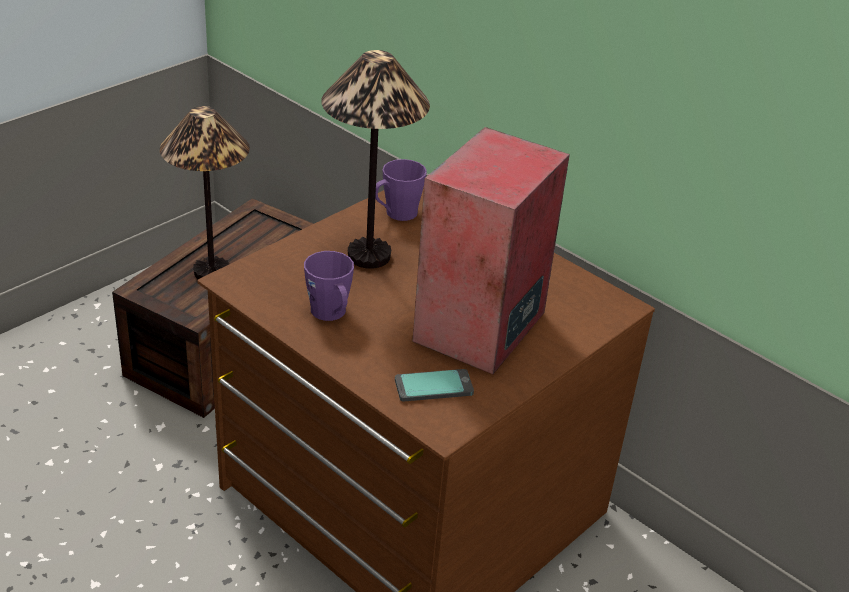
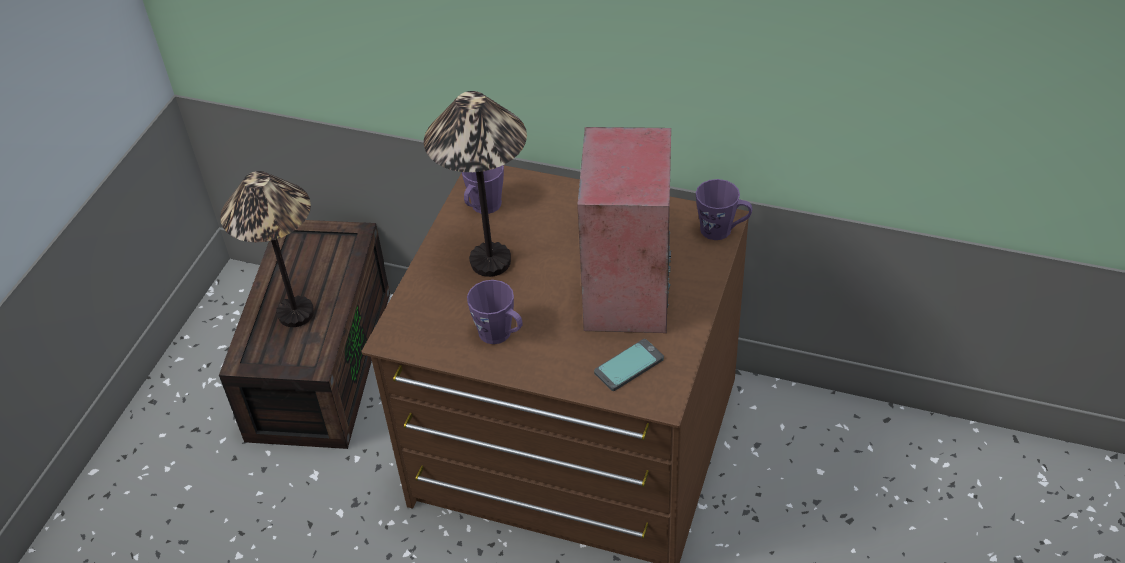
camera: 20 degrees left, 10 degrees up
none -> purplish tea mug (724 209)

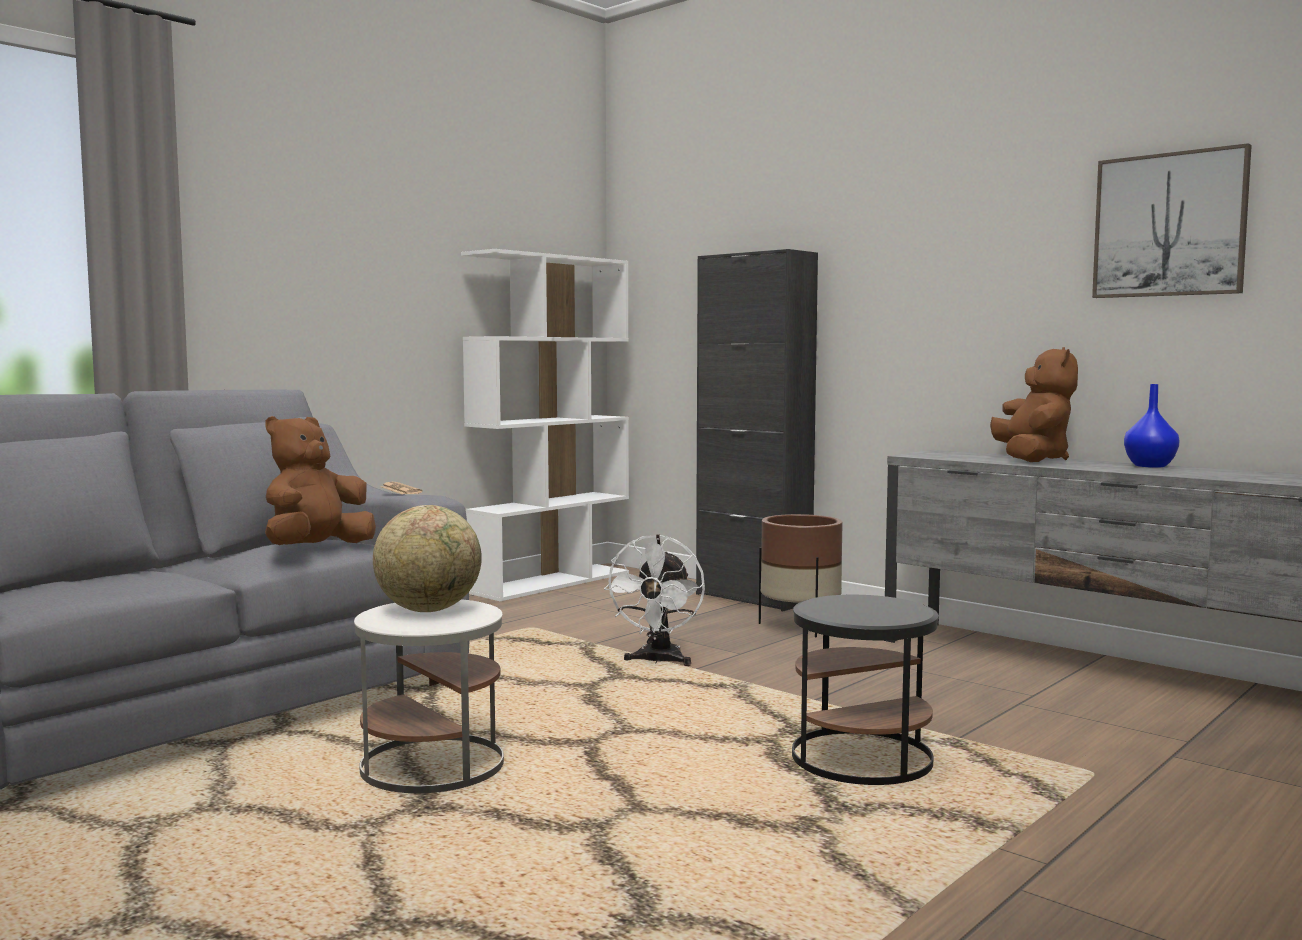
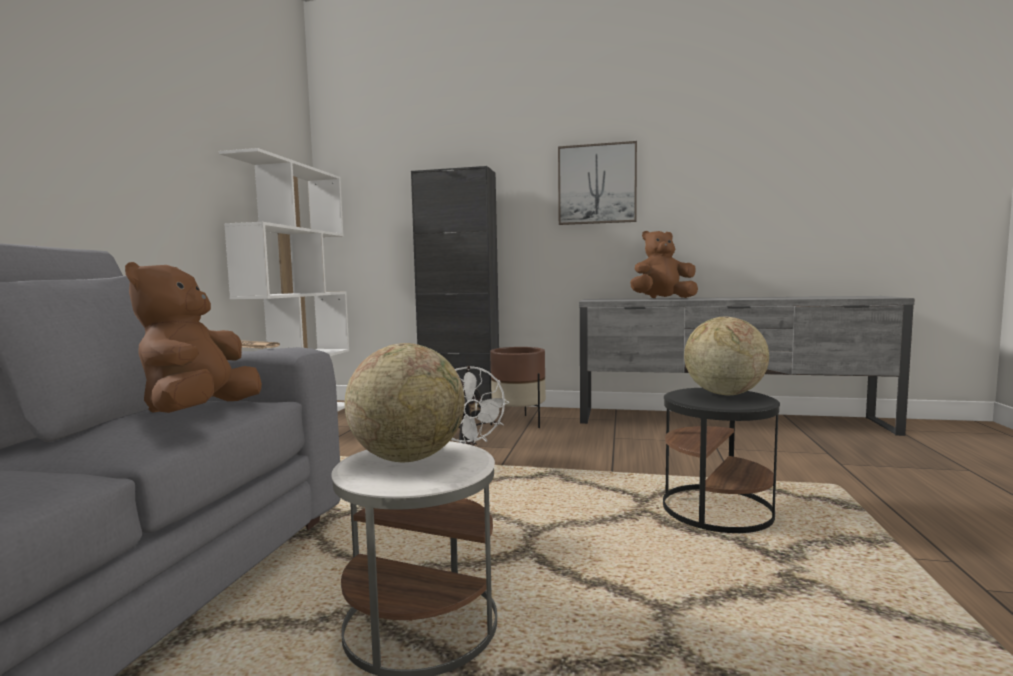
camera: 30 degrees left, 0 degrees up
picture (1172 220) -> picture (597 183), move
brown-coloured plush toy (1034 404) -> brown-coloured plush toy (664 264), 75 degrees counterclockwise
bluish decorative vase (1152 426) -> none
none -> desk globe (726 356)

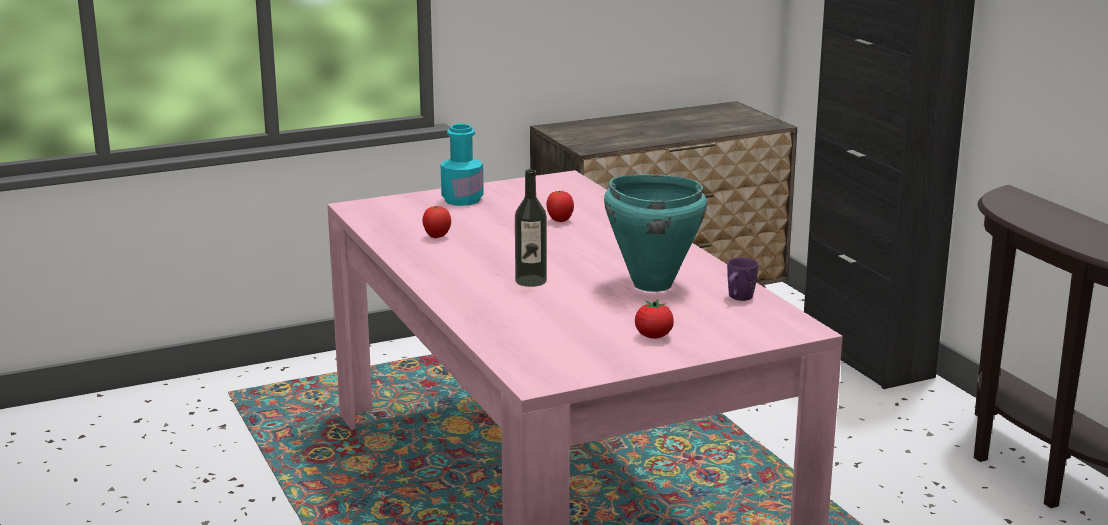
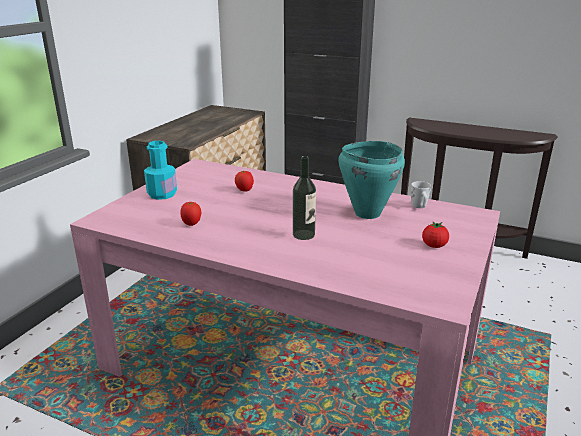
camera: 40 degrees left, 5 degrees up
purplish tea mug (743 279) -> white-coloured tea mug (421 194)

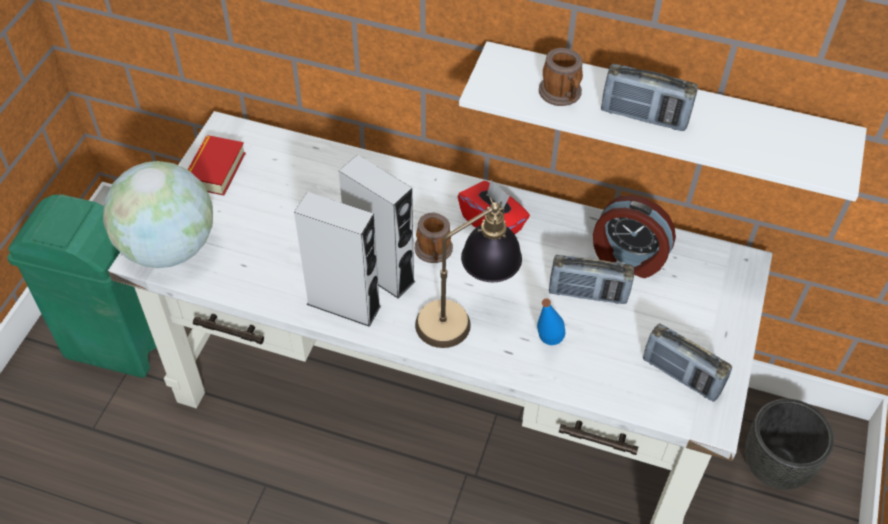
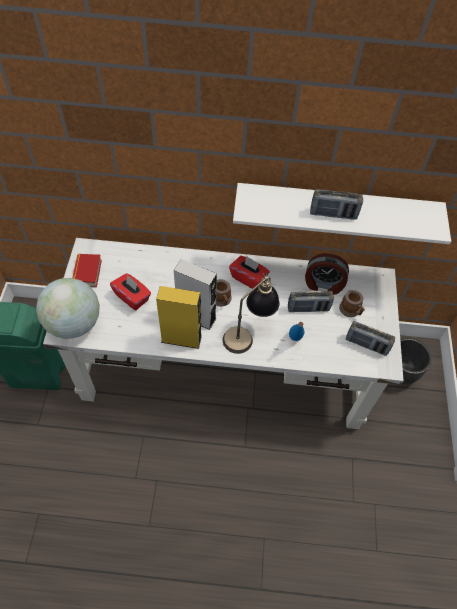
camera: 15 degrees left, 5 degrees up
tea mug (561 77) -> tea mug (352 303), move
grey audio speaker (337 259) -> yellowish audio speaker (179 317)
none -> red tissue holder (130 292)

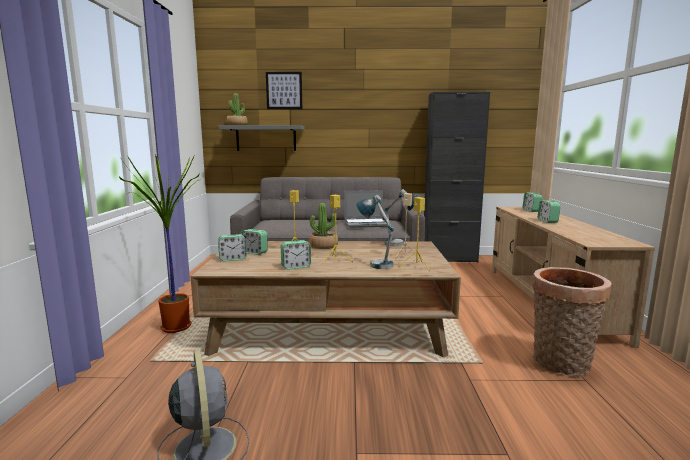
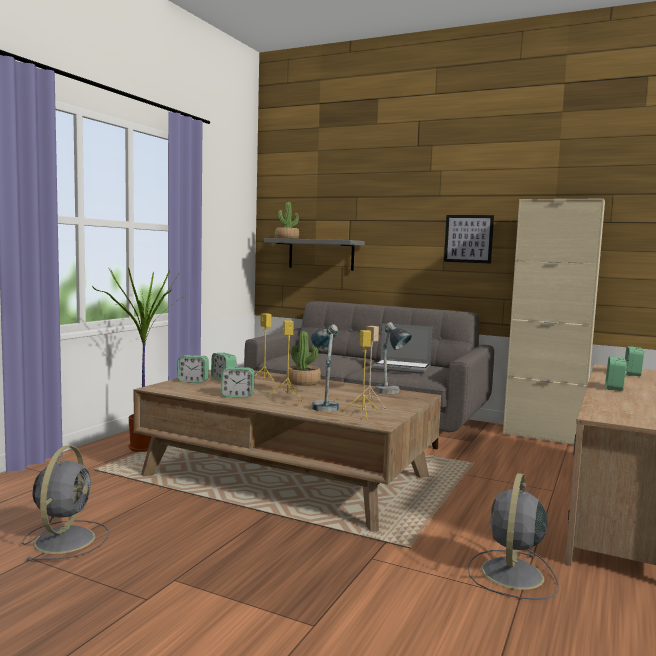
camera: 25 degrees right, 5 degrees down
picture (284 90) -> picture (469 239), move
blackish cabinet (457 177) -> beige cabinet (554 321)
storage basket (571 321) -> grey cooling fan (513 536)

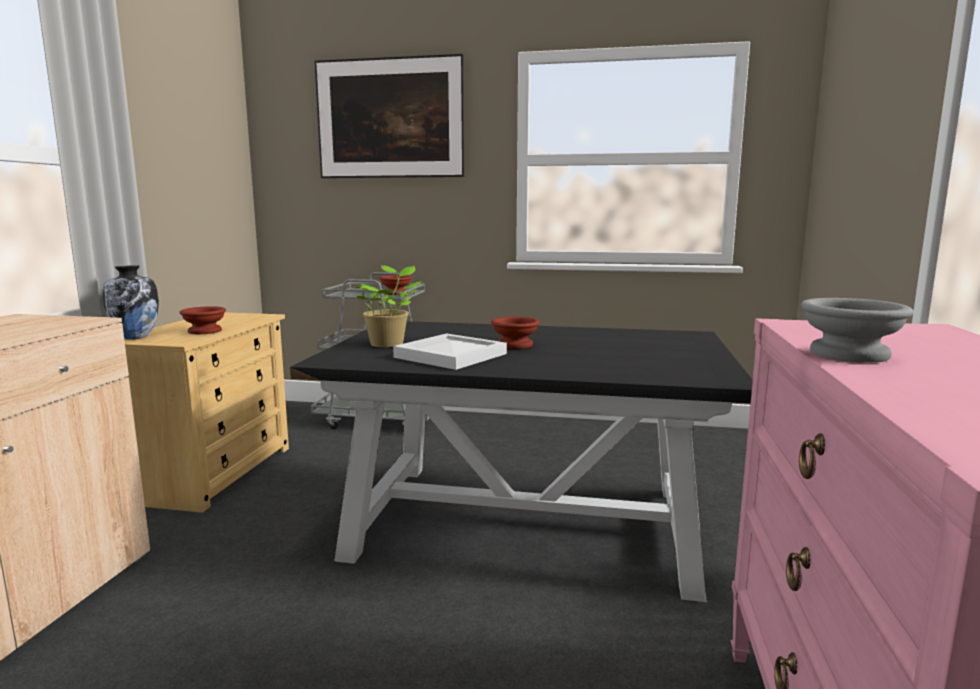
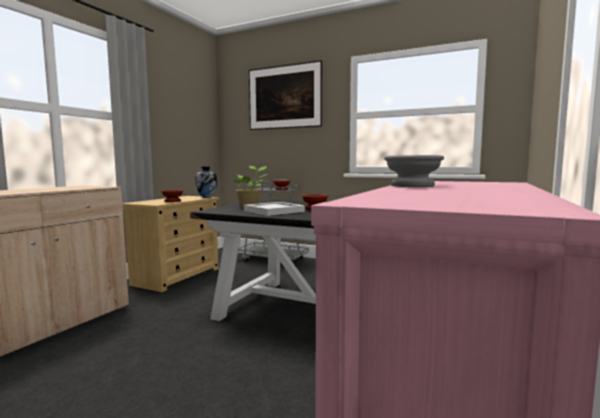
camera: 15 degrees right, 5 degrees down
decorative vase (130 302) -> decorative vase (206 182), move

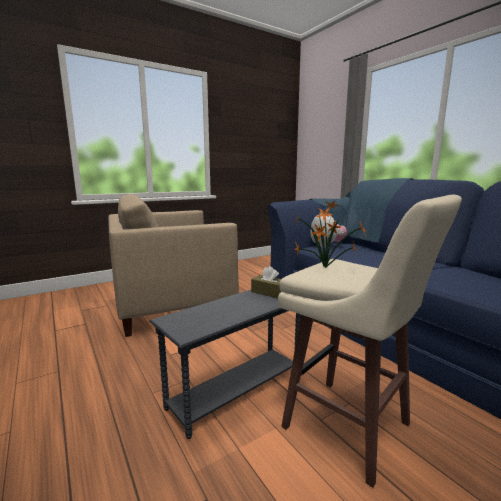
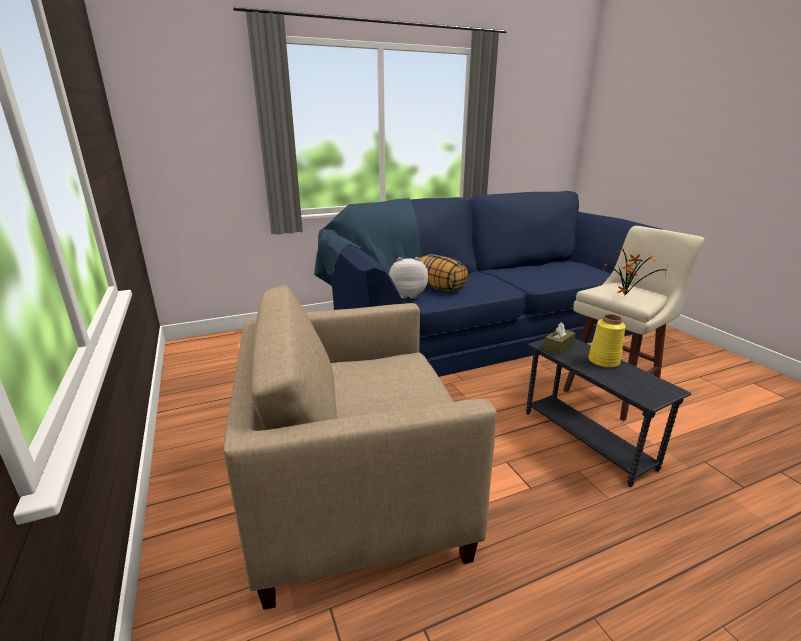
camera: 80 degrees left, 10 degrees up
beige lounge chair (173 265) -> beige lounge chair (360 447), 90 degrees clockwise
none -> throw pillow (444 273)
none -> yellowish decorative vase (607 341)

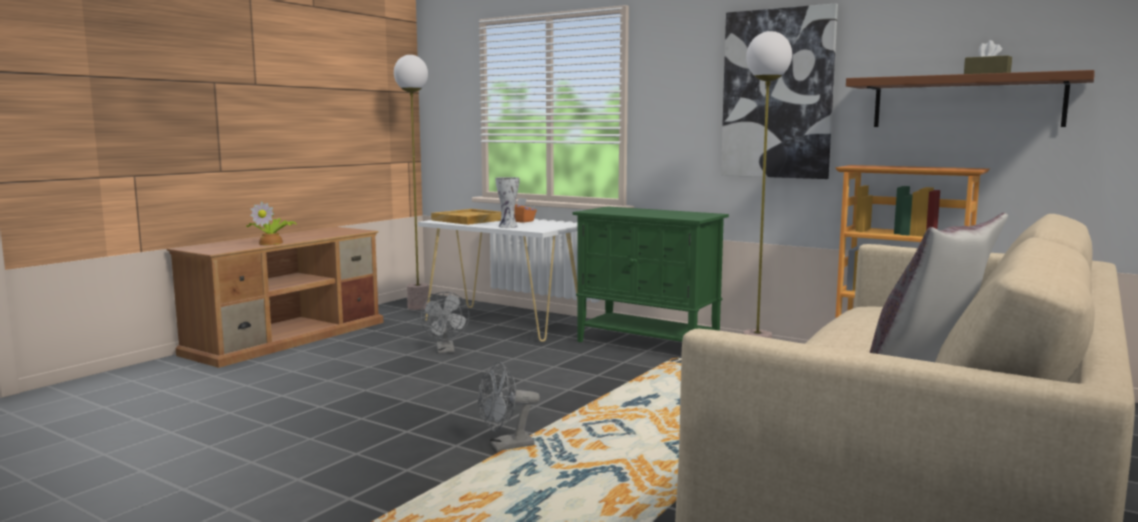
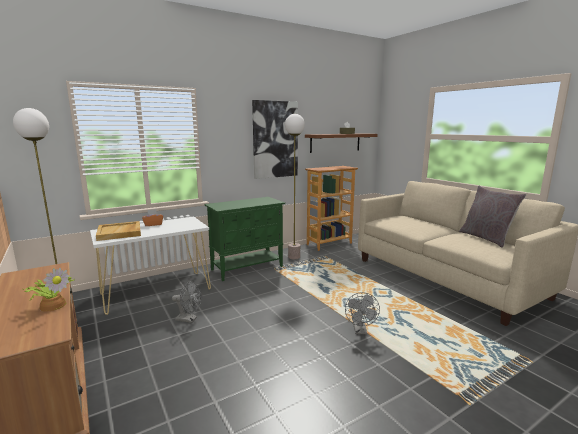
camera: 65 degrees left, 5 degrees up
decorative vase (507 202) -> none

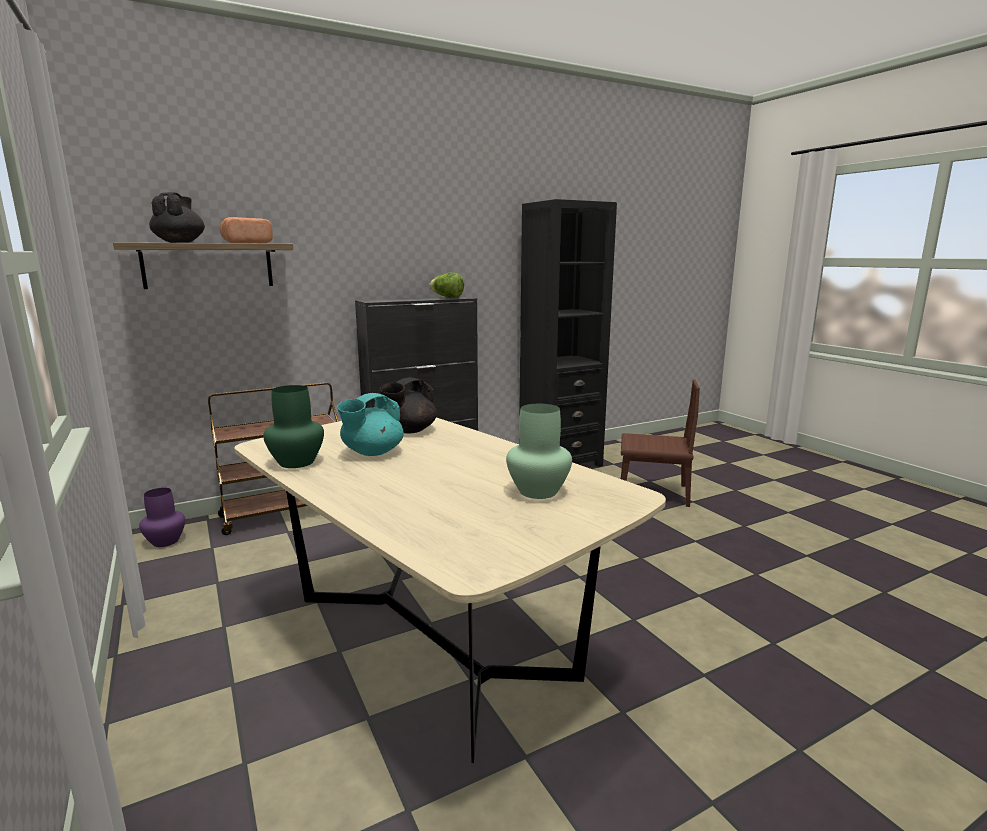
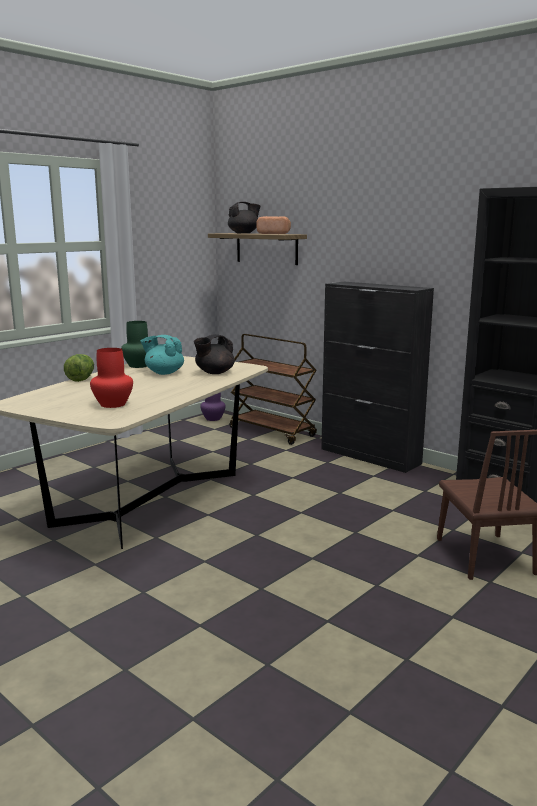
camera: 70 degrees right, 0 degrees up
lettuce head (446 285) -> lettuce head (79 368), move
blackish tea pot (408 405) -> blackish tea pot (214 354), 60 degrees counterclockwise
greenish decorative vase (539 451) -> red decorative vase (111 378)

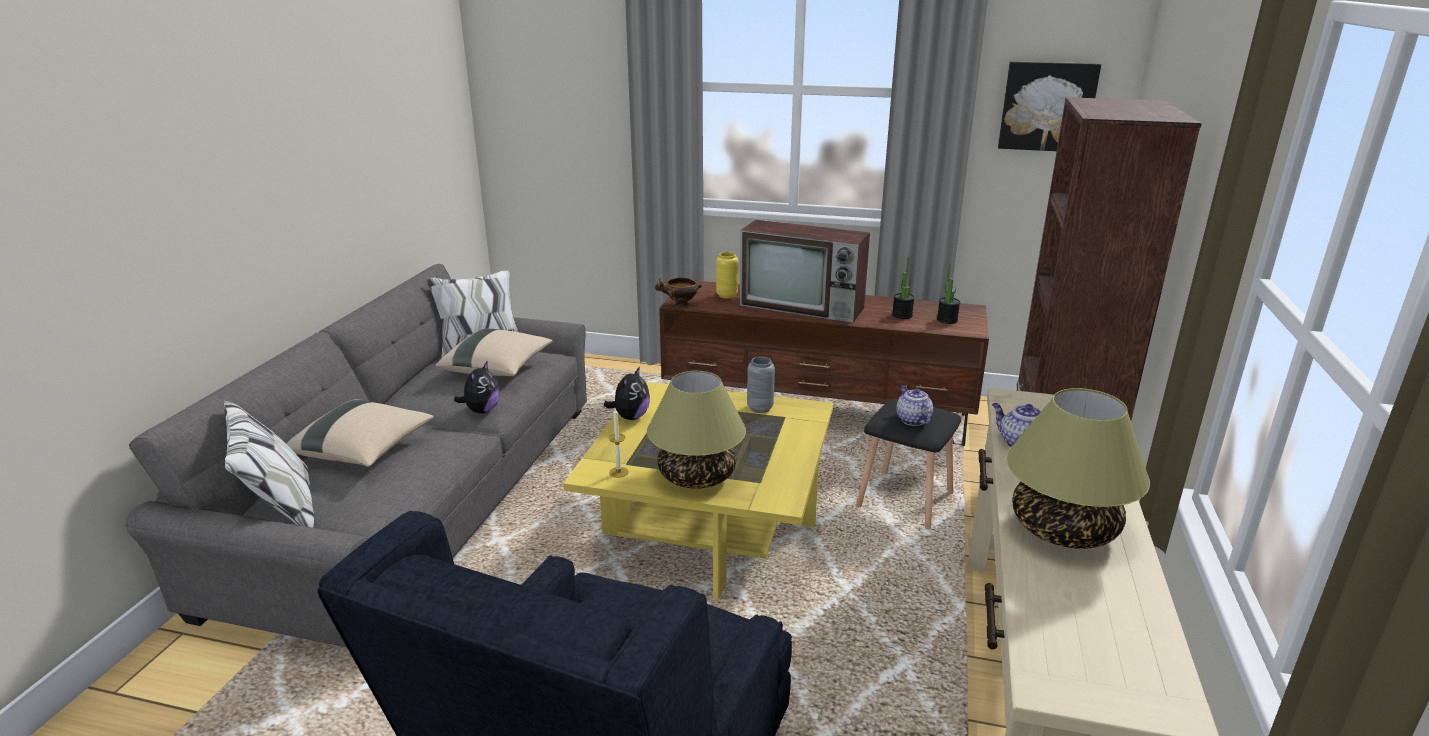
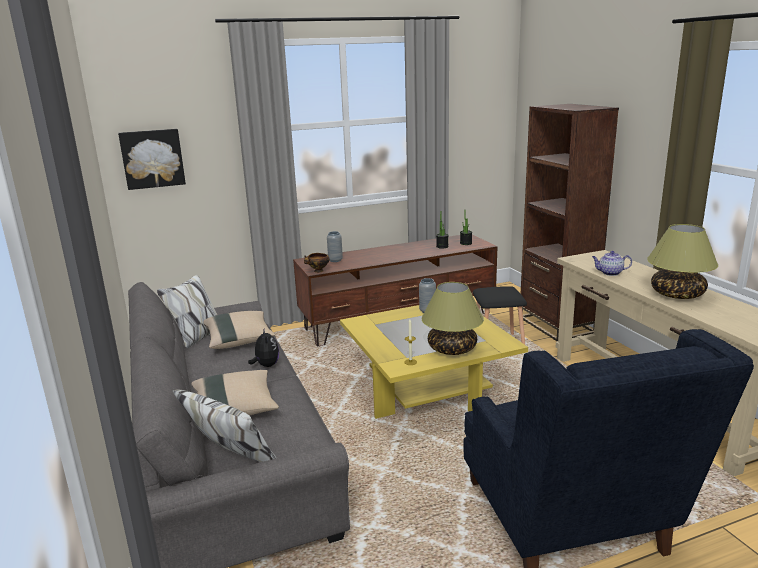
camera: 35 degrees left, 5 degrees down
picture (1049 106) -> picture (152 159), move
television (805 271) -> none
yellowish decorative vase (727 275) -> grey decorative vase (335 246)
plush toy (627 393) -> none
tea pot (914 405) -> none

